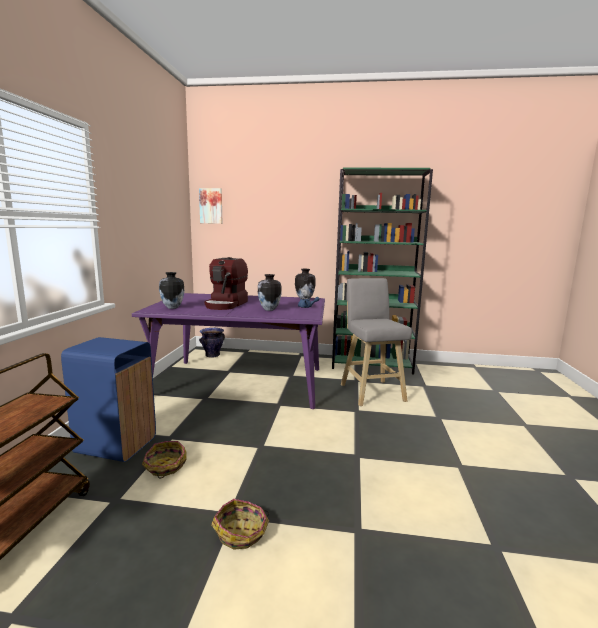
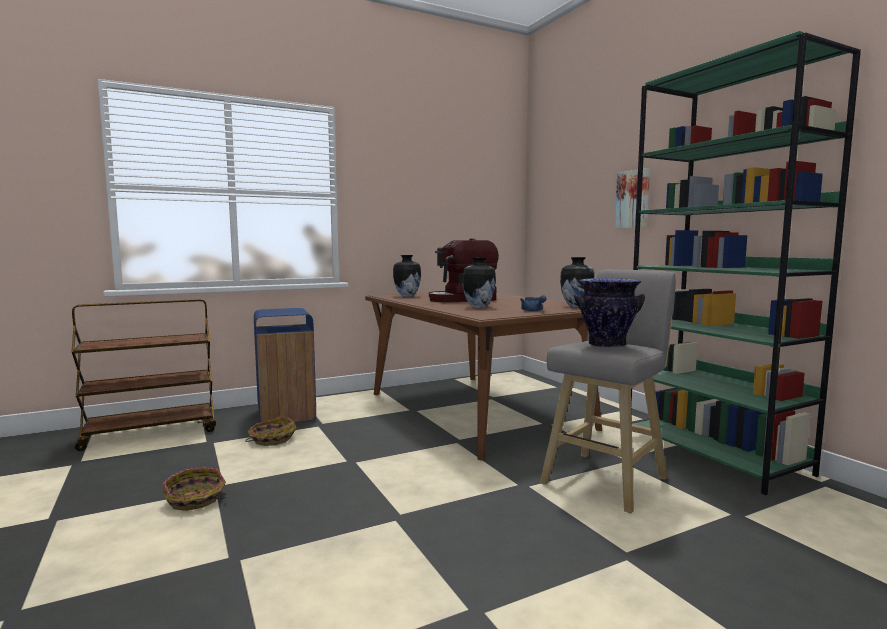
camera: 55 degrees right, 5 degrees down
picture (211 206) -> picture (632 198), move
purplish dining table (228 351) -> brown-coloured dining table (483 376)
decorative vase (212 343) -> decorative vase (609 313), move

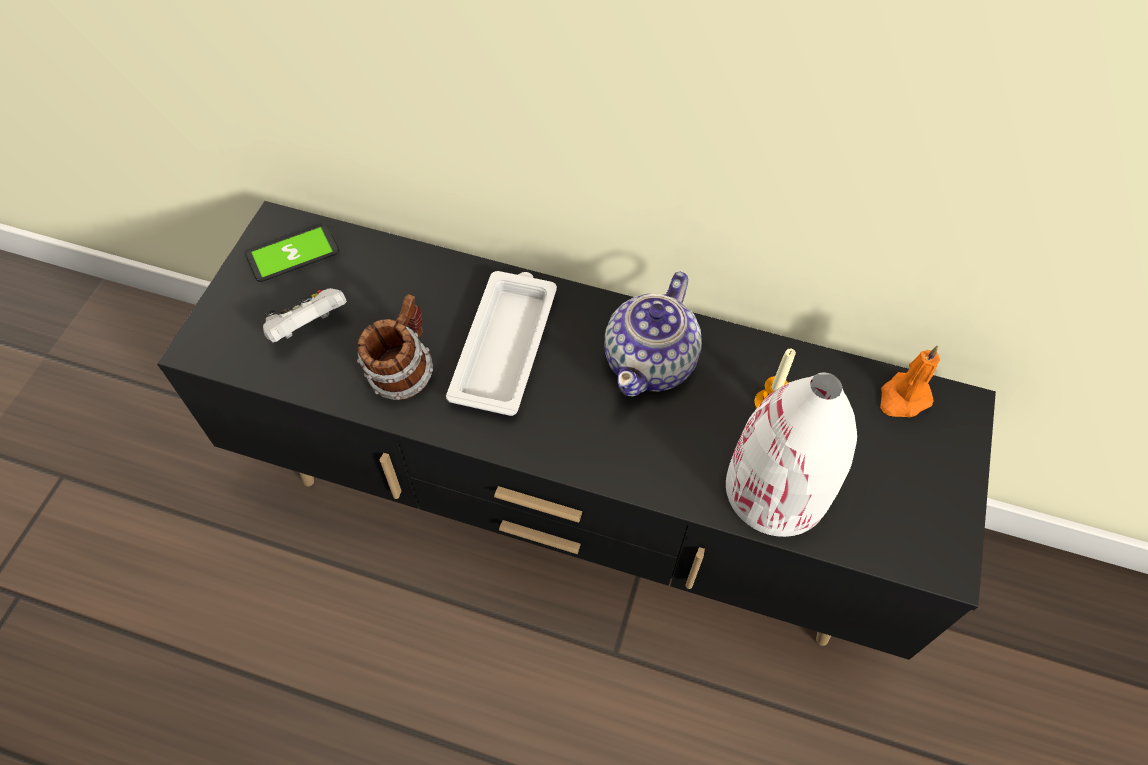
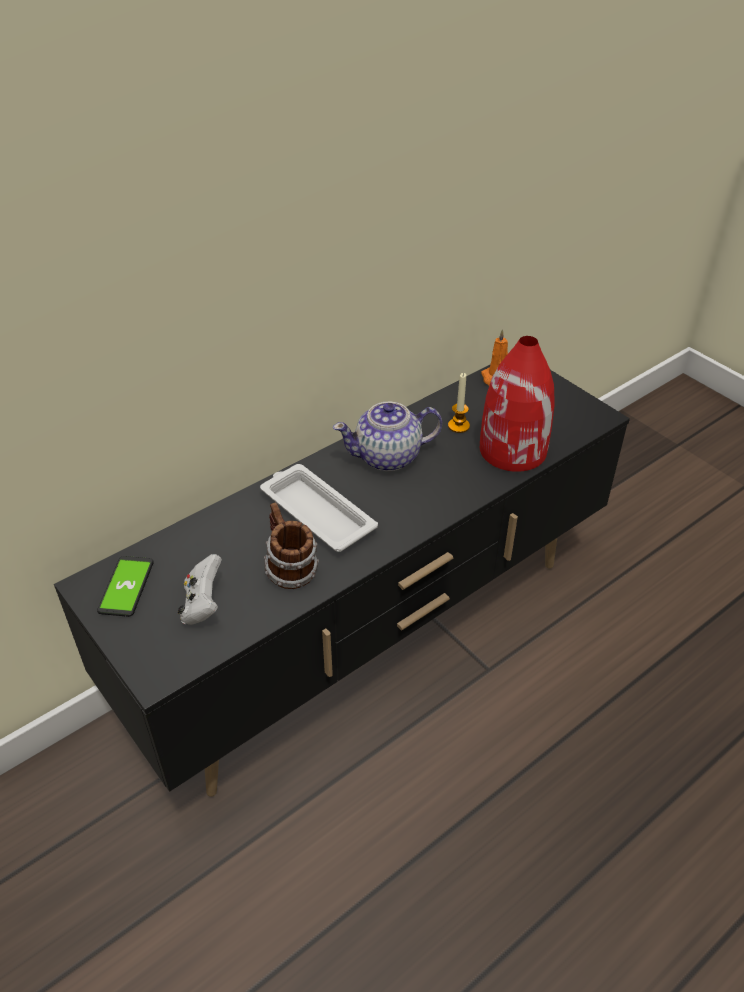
camera: 55 degrees left, 15 degrees down
tea pot (653 334) -> tea pot (387 436), 105 degrees clockwise
white-coloured decorative vase (791 455) -> red decorative vase (517 404)

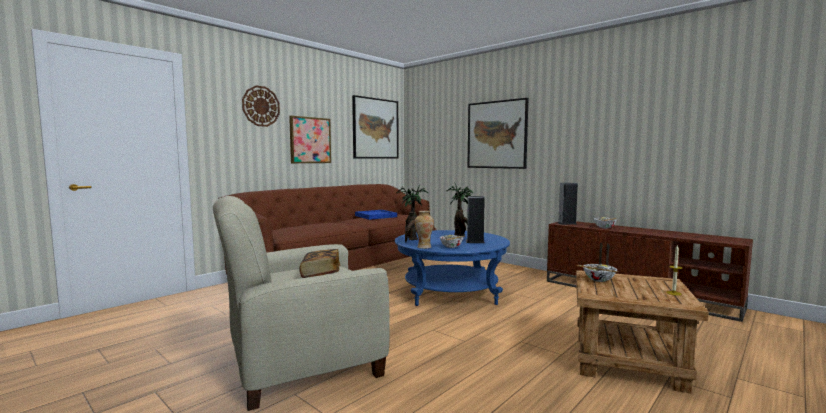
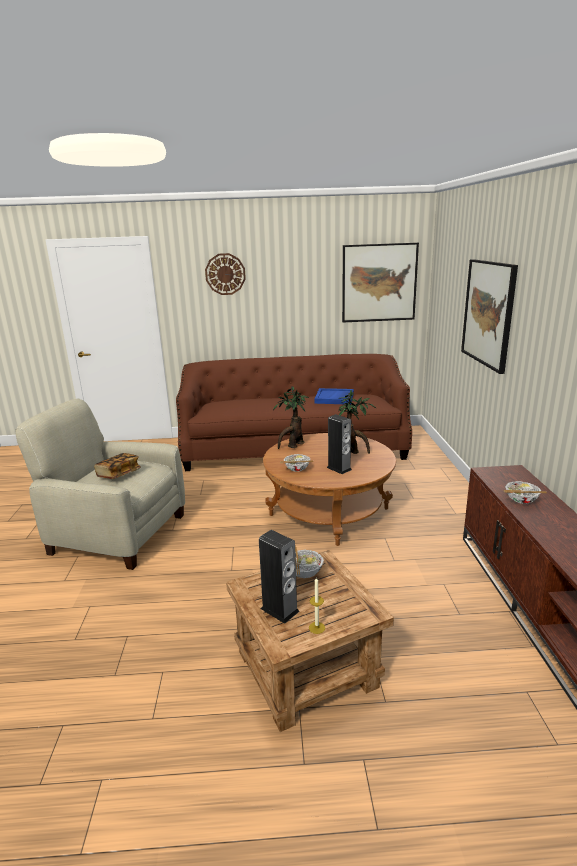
camera: 45 degrees right, 15 degrees up
picture (310 139) -> none
audio speaker (568 204) -> audio speaker (279 577), move
decorative vase (424 230) -> none
bluish lounge table (452 268) -> brown-coloured lounge table (329 489)

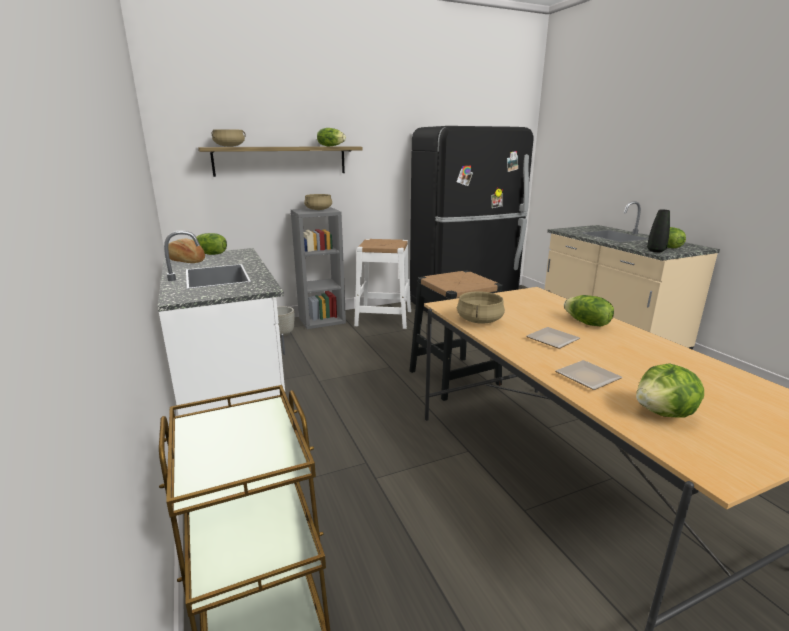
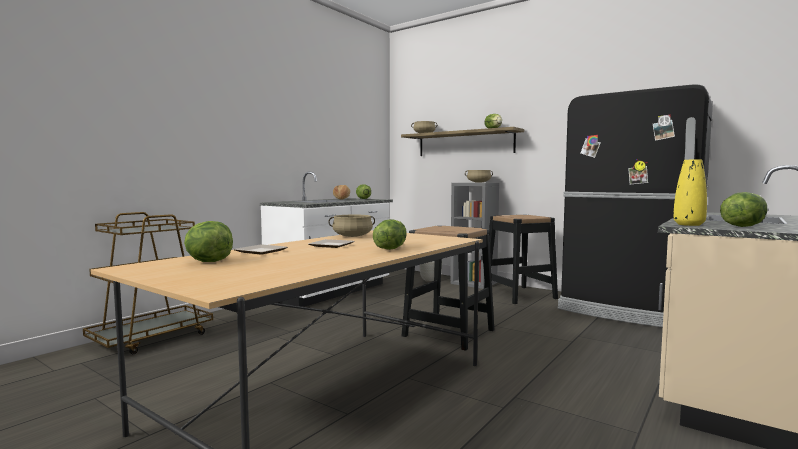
camera: 60 degrees right, 15 degrees down
blackish decorative vase (658 231) -> yellowish decorative vase (690 192)
white-coloured stool (382 284) -> blackish stool (521 259)

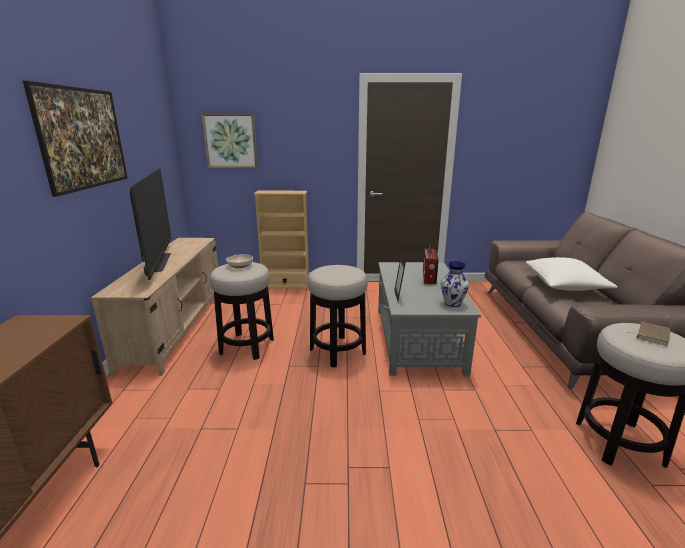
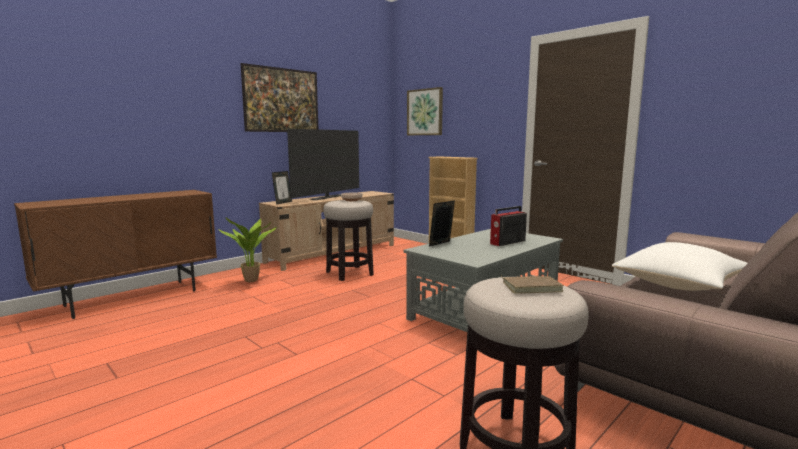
camera: 45 degrees right, 10 degrees down
decorative vase (455 284) -> none
stool (338 316) -> none
none -> photo frame (282 187)
none -> potted plant (247 249)

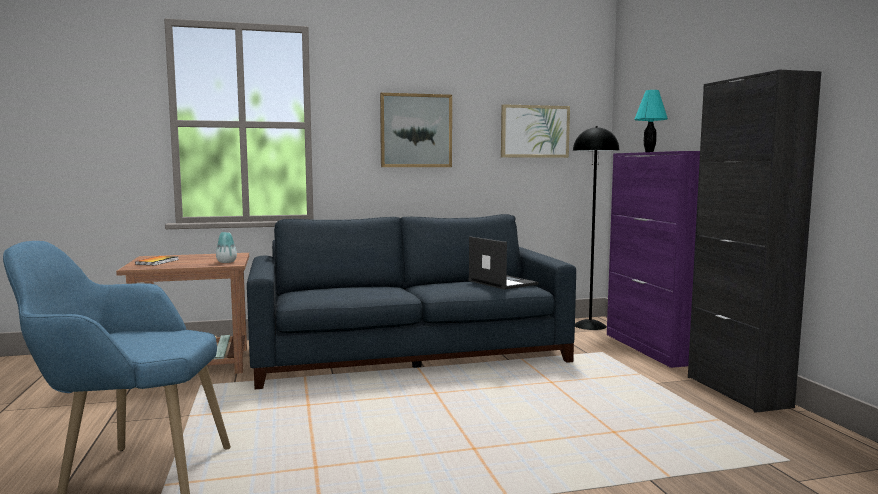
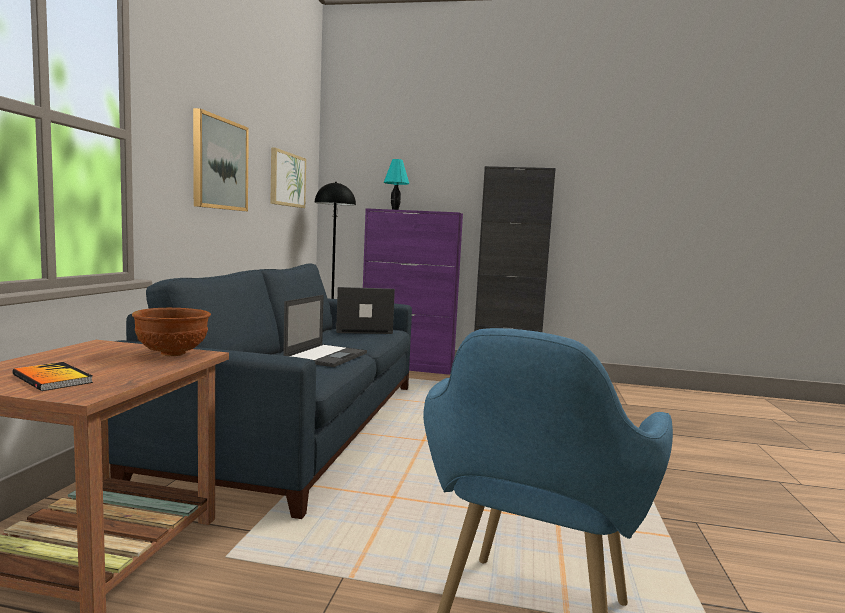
camera: 65 degrees left, 0 degrees up
decorative vase (226 247) -> brown-coloured serving bowl (171 332)
none -> laptop (325 331)

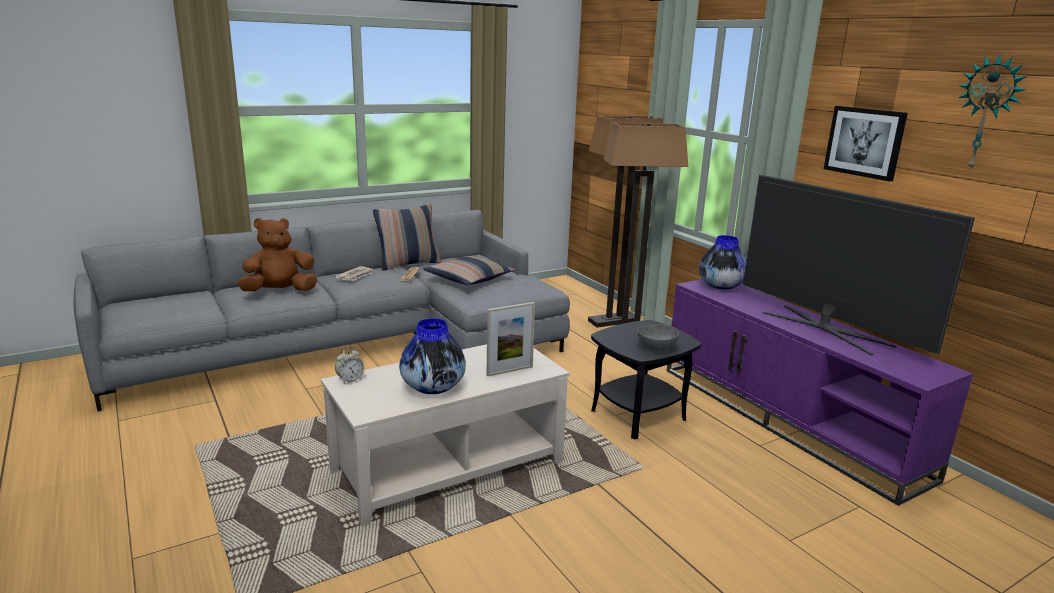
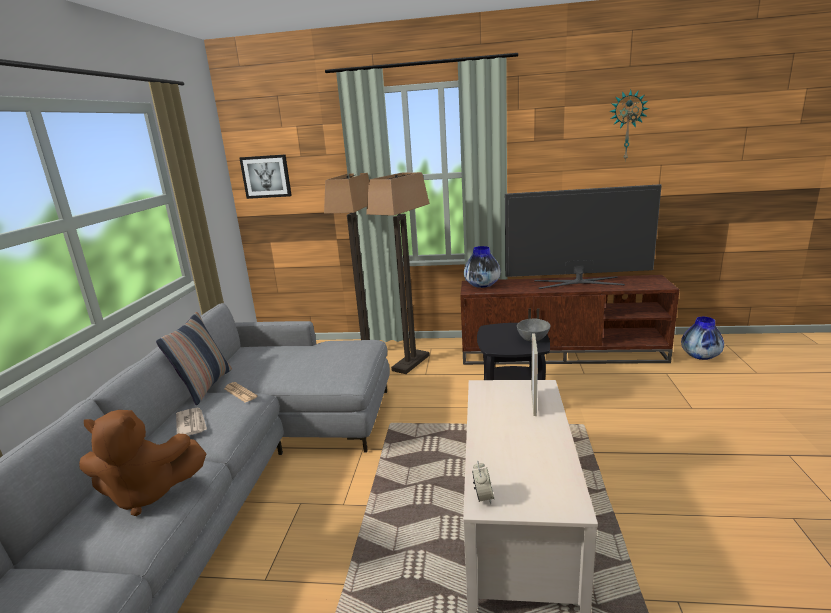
camera: 50 degrees left, 0 degrees up
picture (866 144) -> picture (265 176), move
brown-coloured plush toy (277 254) -> brown-coloured plush toy (143 463), 105 degrees counterclockwise
throw pillow (469 270) -> none
purplish tv unit (820 392) -> brown-coloured tv unit (570 320)
decorative vase (432 356) -> decorative vase (702 338), move

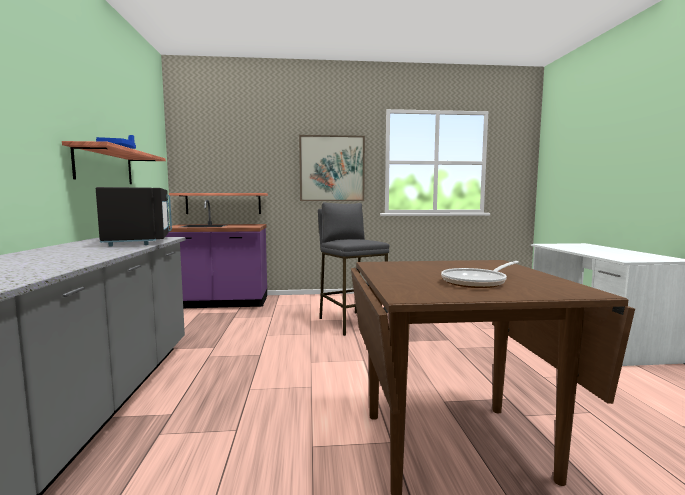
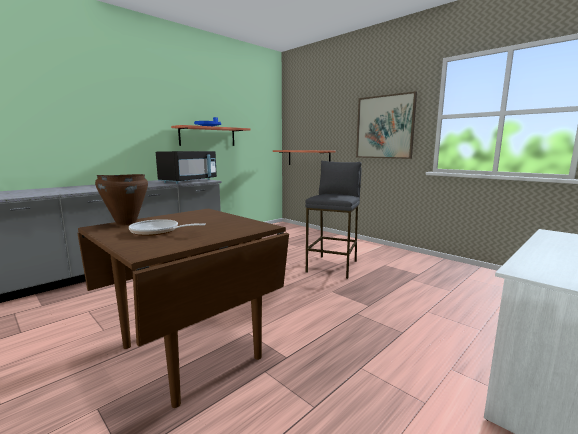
camera: 50 degrees right, 5 degrees up
purplish counter (216 254) -> none
none -> brown-coloured saucepot (121 199)

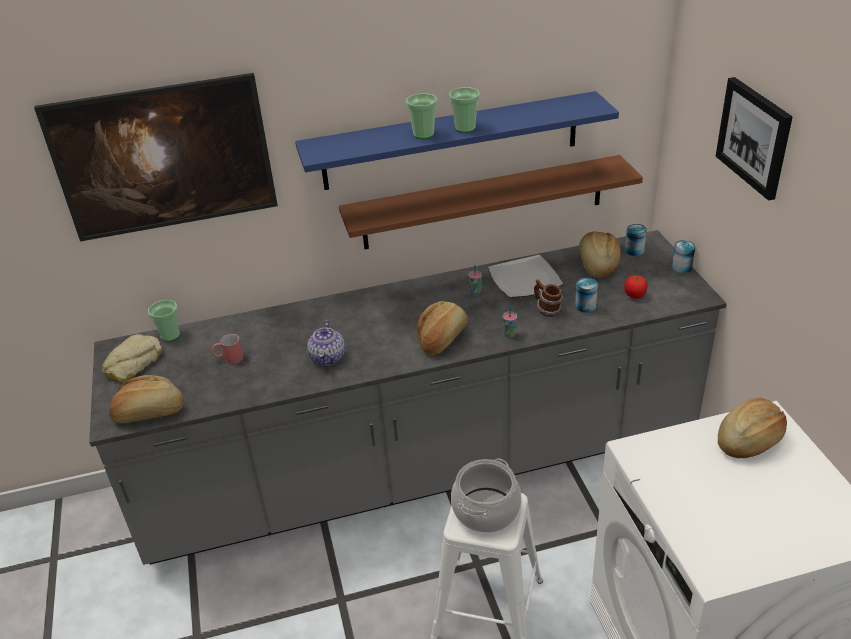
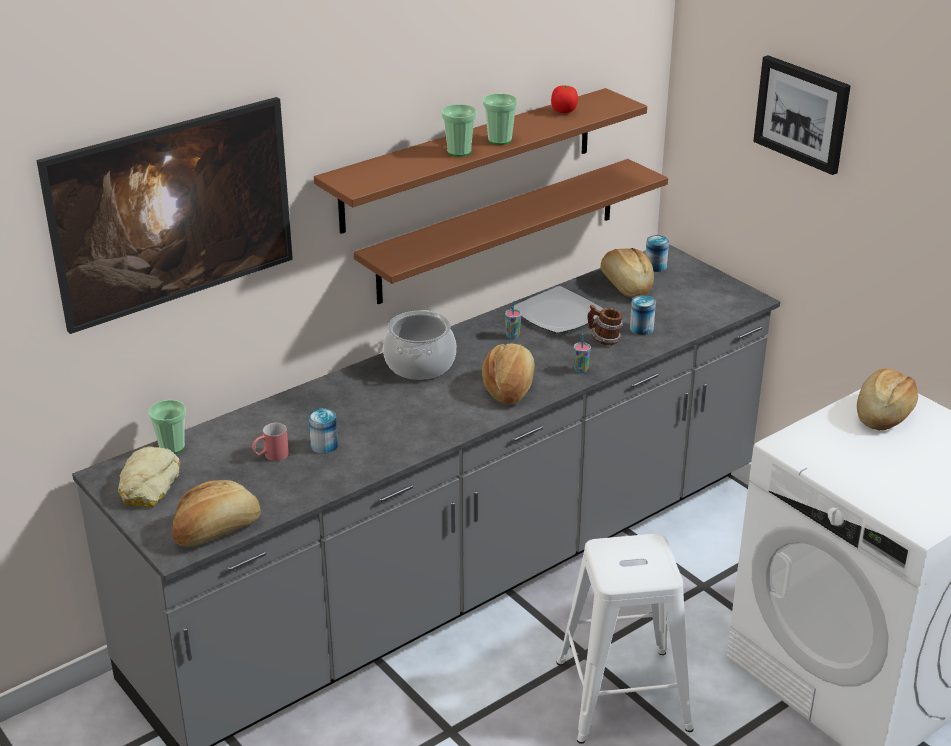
camera: 25 degrees left, 5 degrees down
bluish shelf (457 140) -> brown-coloured shelf (480 161)
sealed can (684 256) -> sealed can (323 431), move
tomato (636 287) -> tomato (564 99), move
tea pot (326 343) -> none
saucepot (486 496) -> saucepot (419 345), move

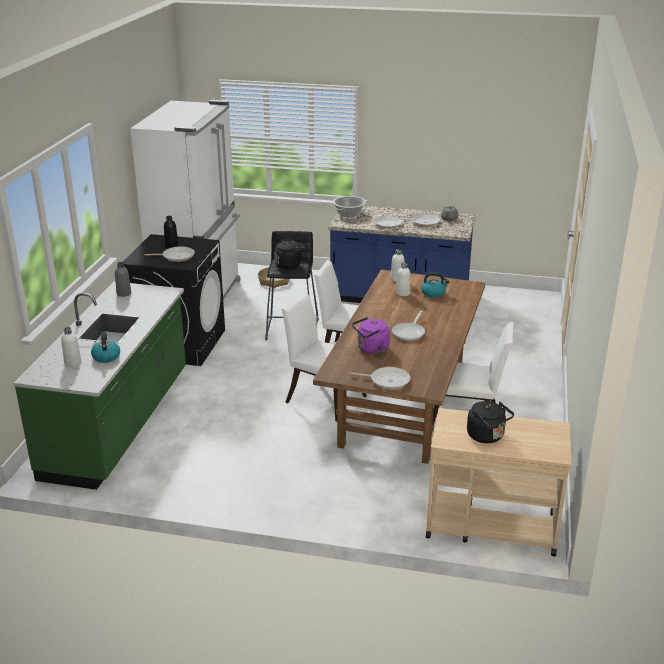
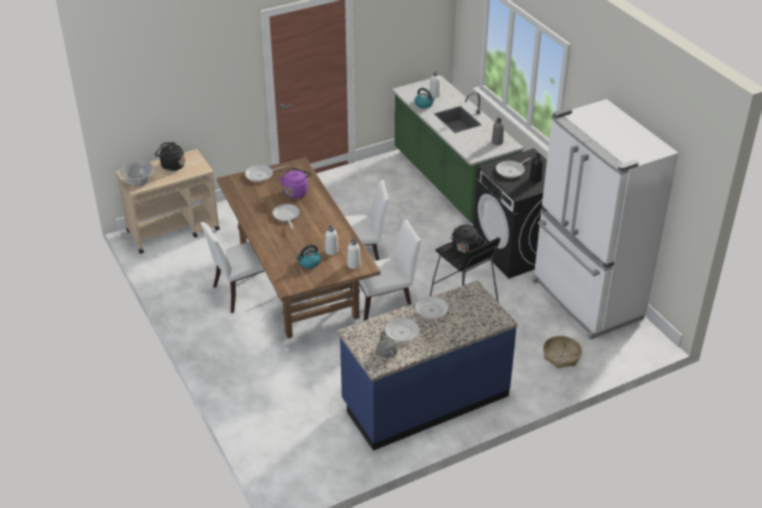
camera: 140 degrees right, 10 degrees up
saucepot (349 206) -> saucepot (137 173), move

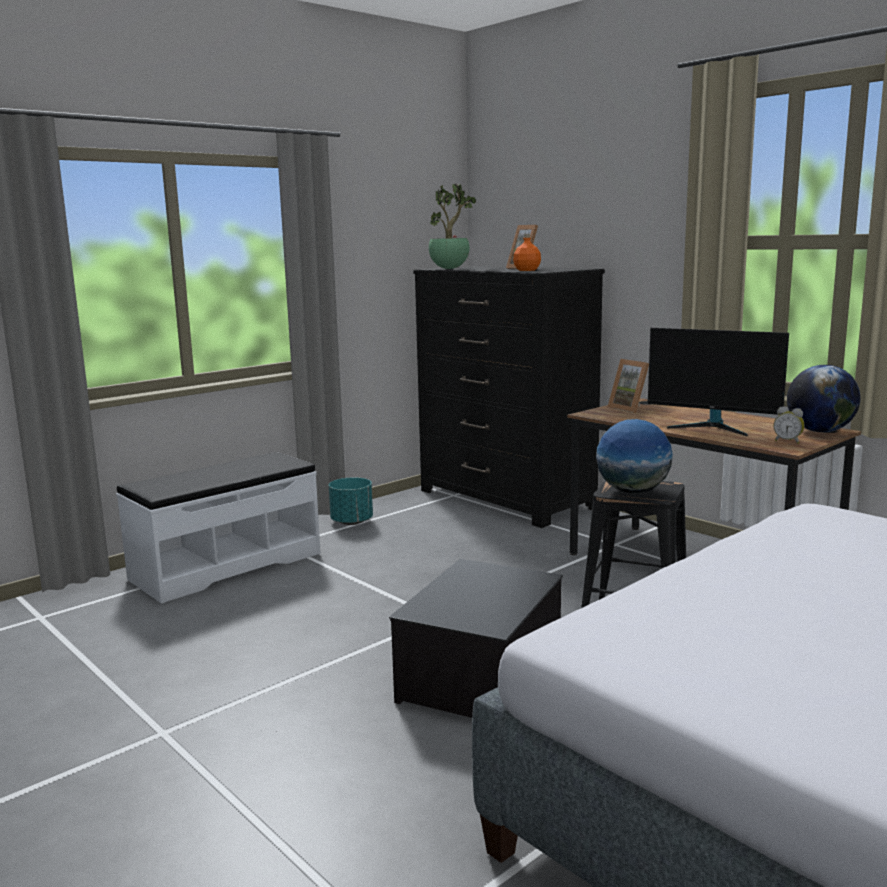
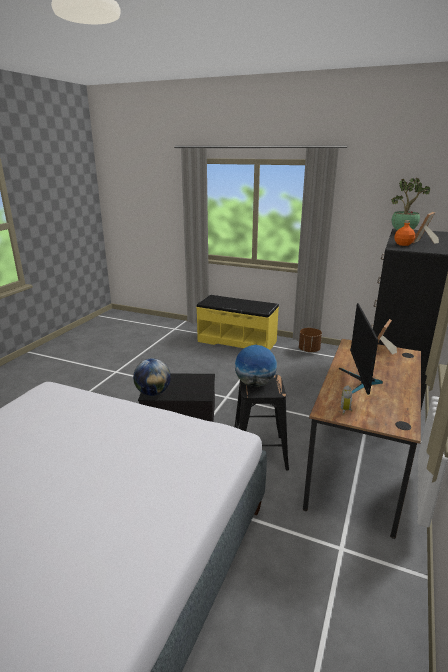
camera: 65 degrees right, 10 degrees up
desk globe (824 398) -> desk globe (152 377), move
white-coloured indoor bench (218 528) -> yellowish indoor bench (237 322)
blue-green planter (351 501) -> brown-coloured planter (310 340)

